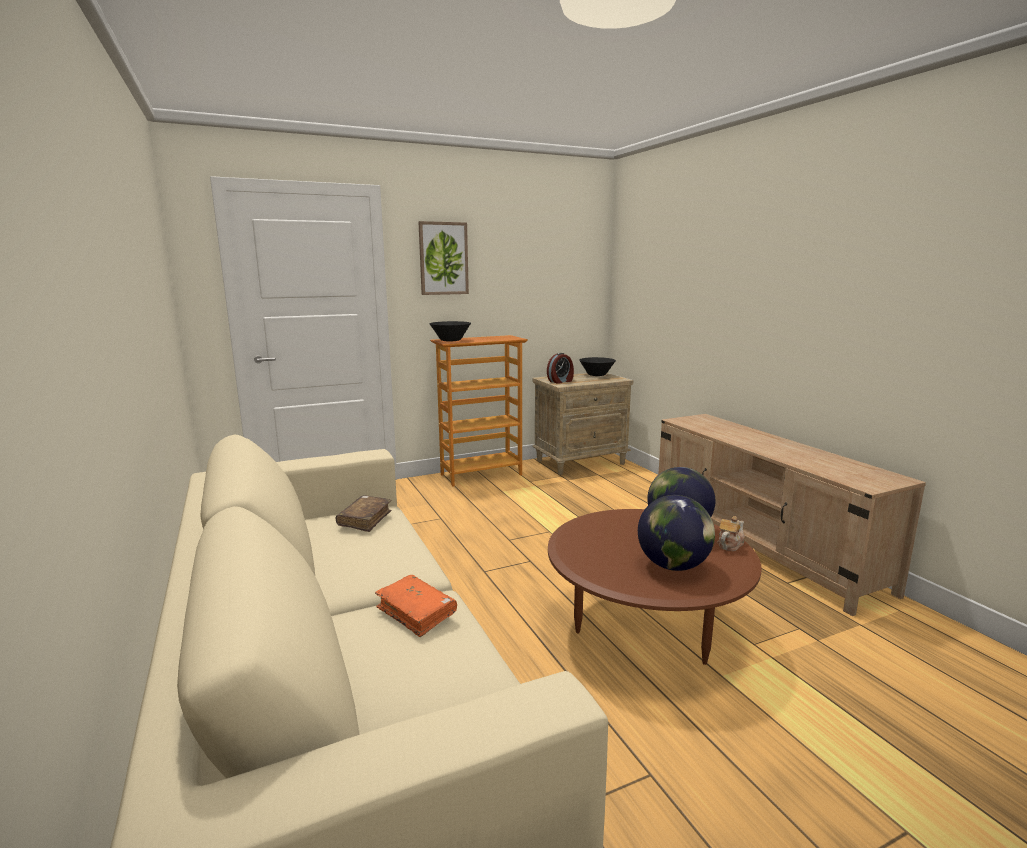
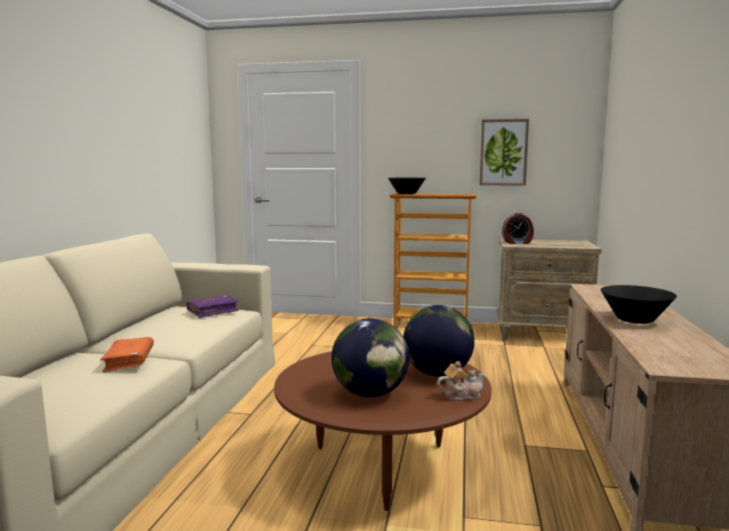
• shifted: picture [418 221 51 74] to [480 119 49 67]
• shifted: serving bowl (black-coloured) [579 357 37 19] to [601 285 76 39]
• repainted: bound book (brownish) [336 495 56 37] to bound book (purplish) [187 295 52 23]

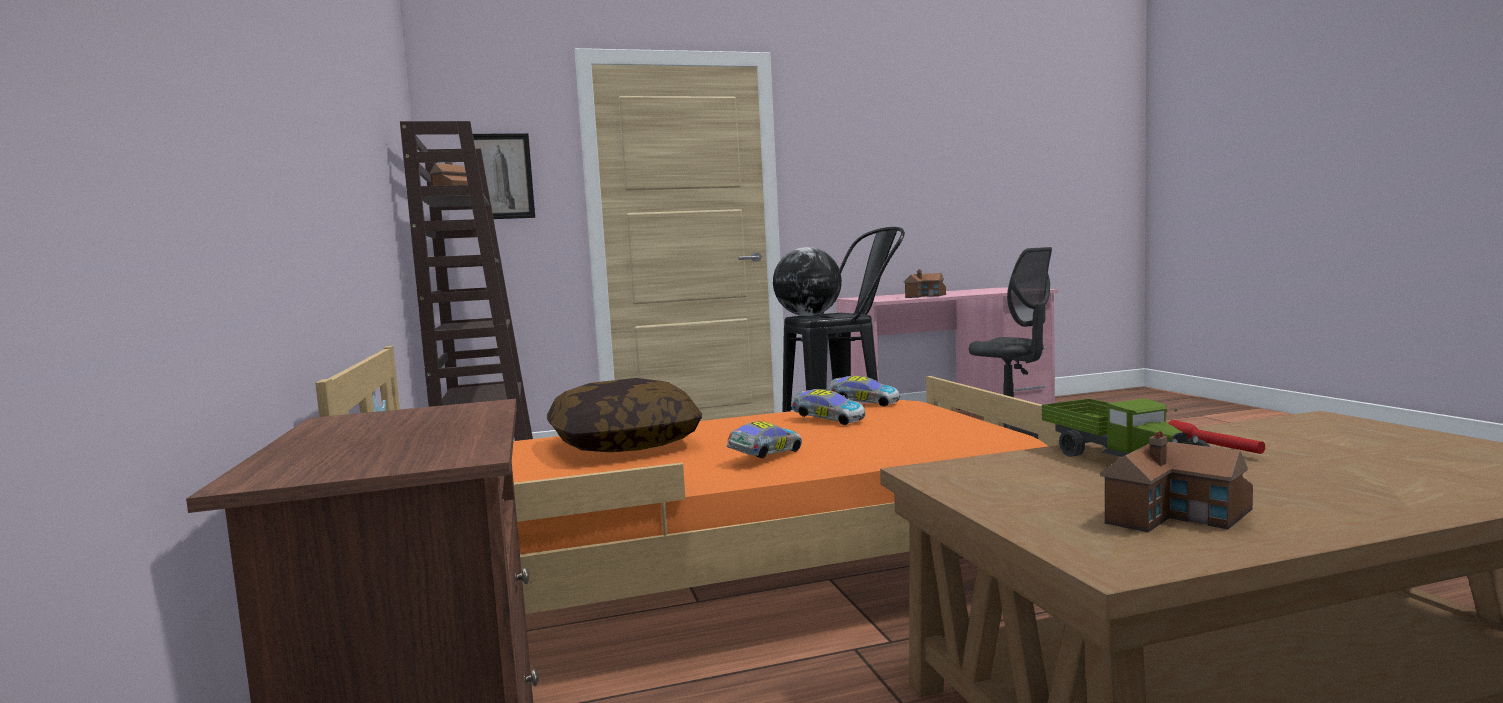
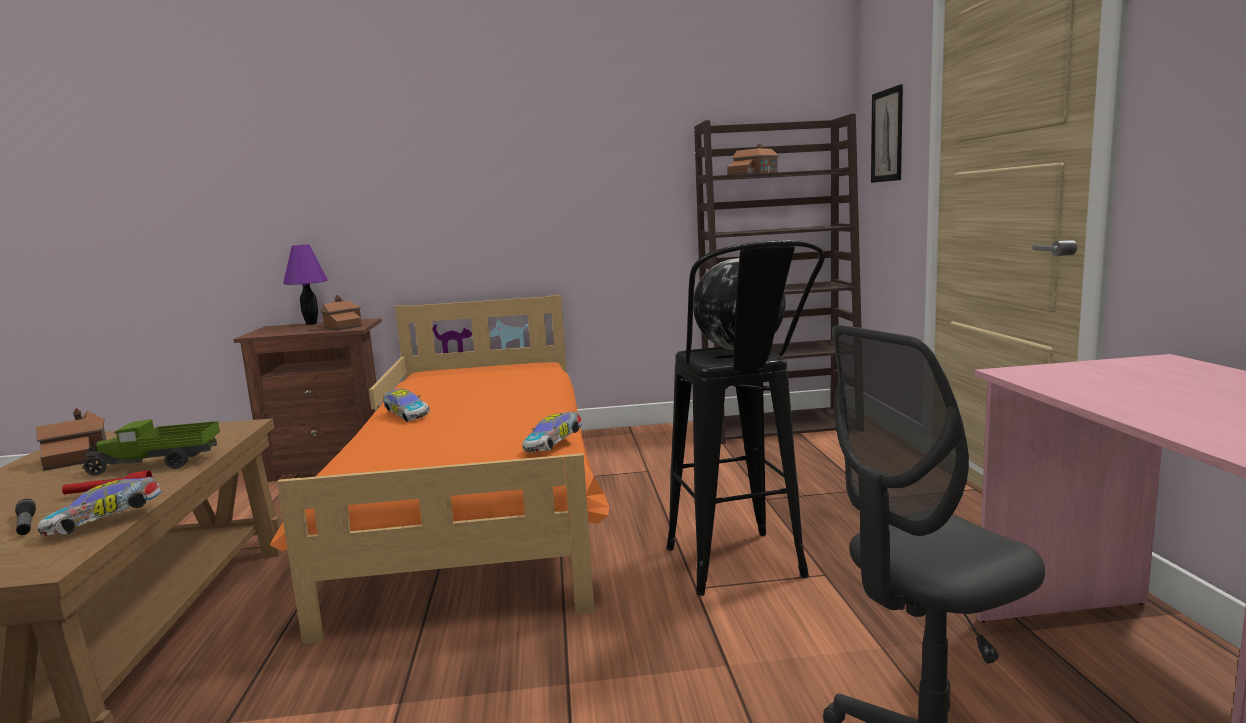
• gone: pillow [547 378 155 74]
• new: hand torch [15 499 21 36]
• new: table lamp (purplish) [283 245 45 80]
• shifted: toy car [791 389 74 36] to [38 477 124 59]
• shifted: model house [904 269 42 29] to [320 295 42 36]

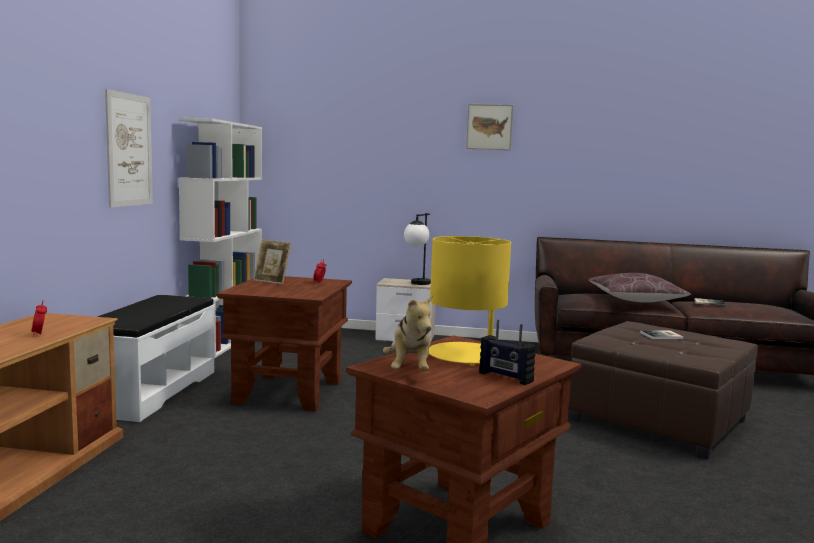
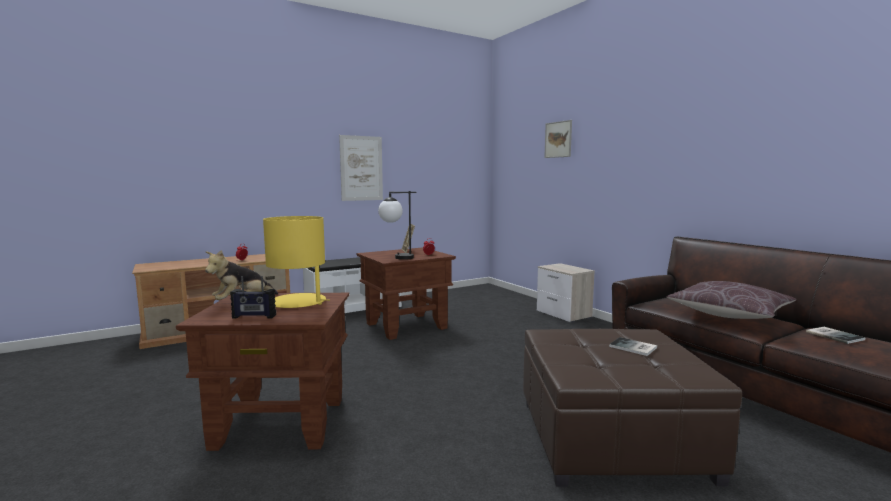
• gone: bookcase (white) [178 118 84 240]
• shifted: table lamp [404 213 27 72] to [378 191 39 69]
• shifted: picture [466 104 47 46] to [544 120 28 38]
• rotated: radio receiver [479 320 57 65] = [230 276 46 43] 90 degrees counterclockwise

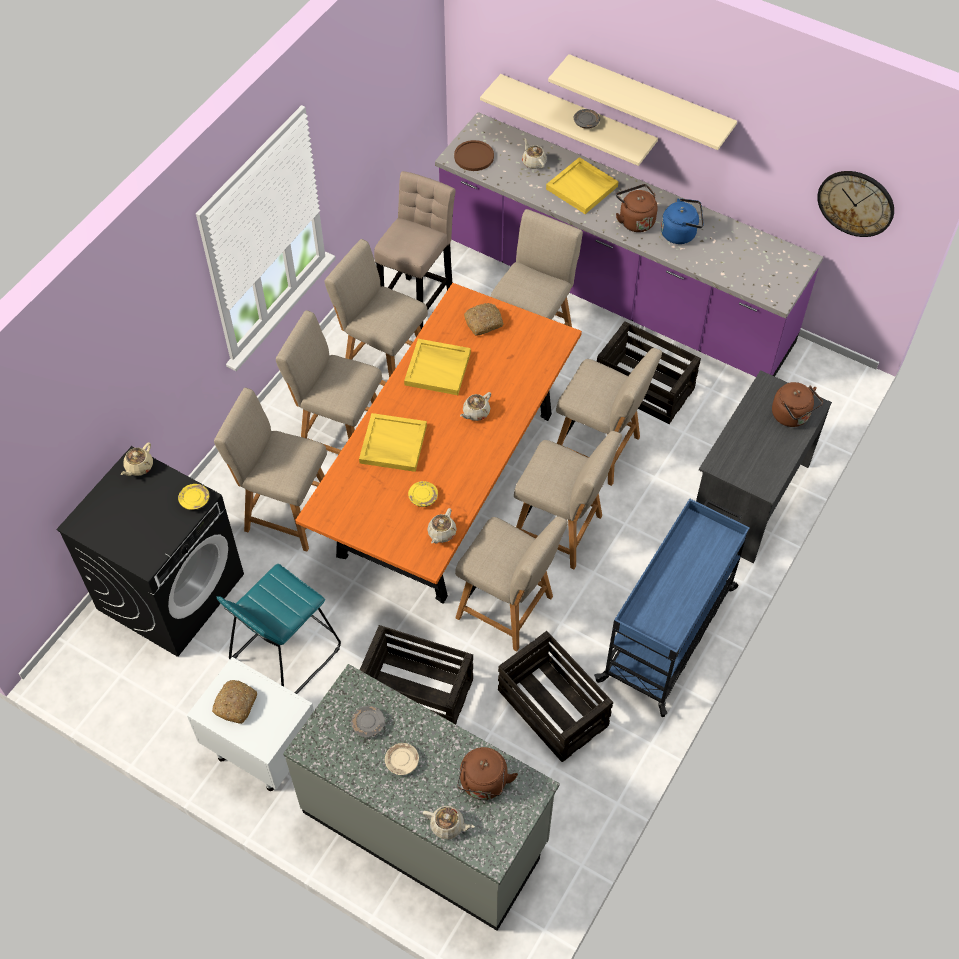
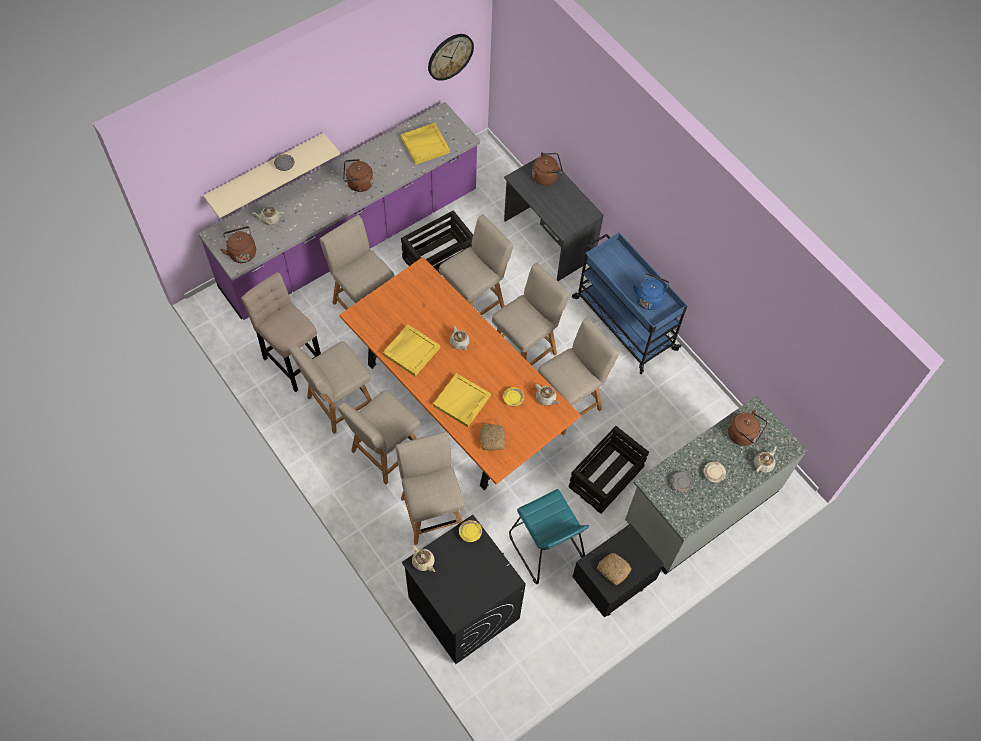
• gone: shipping crate [498 631 115 131]
• gone: bracket shelf (beige-coloured) [548 54 189 96]
• shifted: baked bread [464 303 40 33] to [480 424 26 27]
• shifted: tray (yellowish) [546 157 73 57] to [400 123 50 42]
• shifted: tea kettle (blue-coloured) [661 198 43 46] to [633 273 36 37]
• swapped: dinner plate (brownish) [454 140 40 31] to tea kettle (brownish) [220 226 36 37]
• repainted: nightstand (white) [187 657 127 134] to nightstand (black-coloured) [572 523 92 95]
• rotated: plain chair (beige-coloured) [214 388 113 164] = [396 432 68 113] 120 degrees clockwise

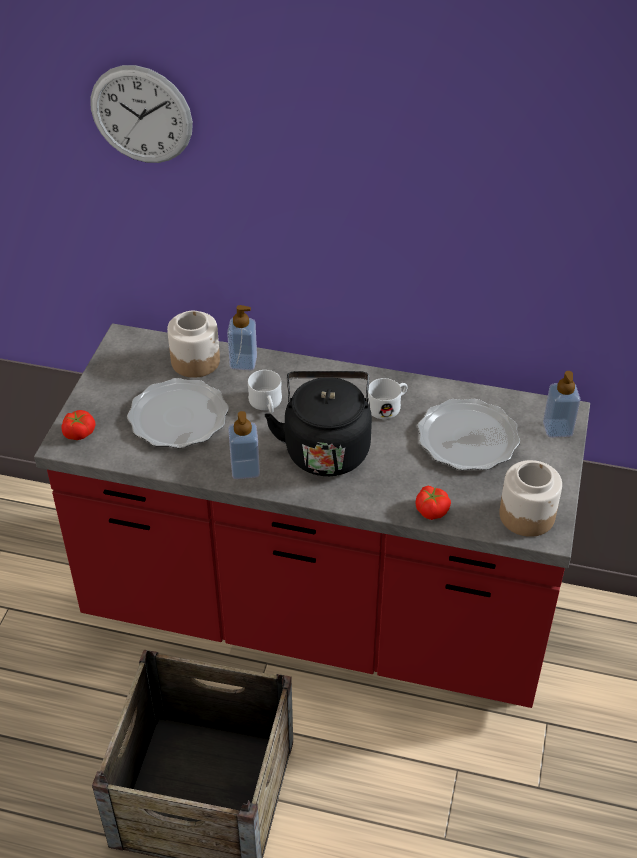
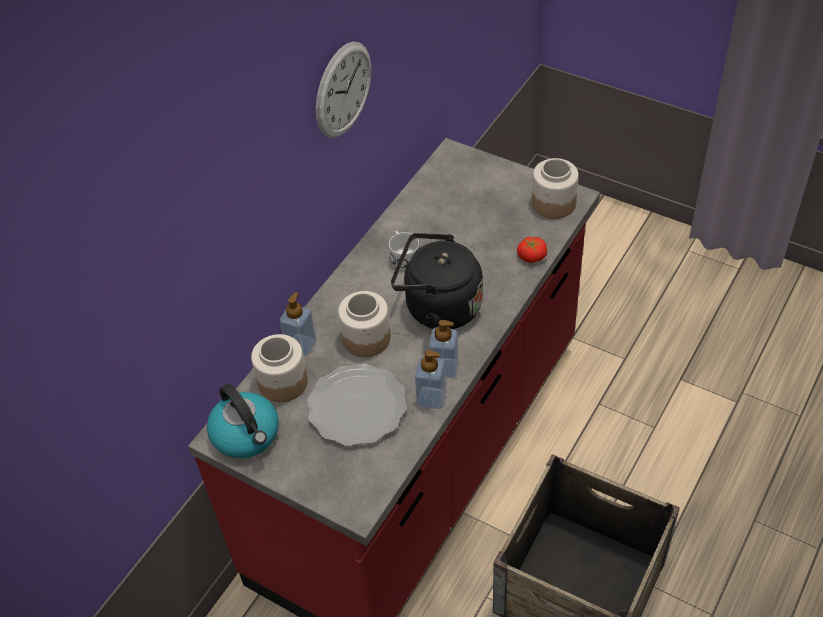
• gone: fresh tomato [61 410 34 30]
• gone: dinner plate [417 399 103 71]
• new: tea kettle [207 384 72 74]
• shifted: hanging clock [91 65 102 98] to [316 42 55 96]
• shifted: liquid soap bottle [543 371 37 67] to [415 350 31 59]
• swapped: mug (white) [248 370 34 43] to storage jar [338 291 53 66]

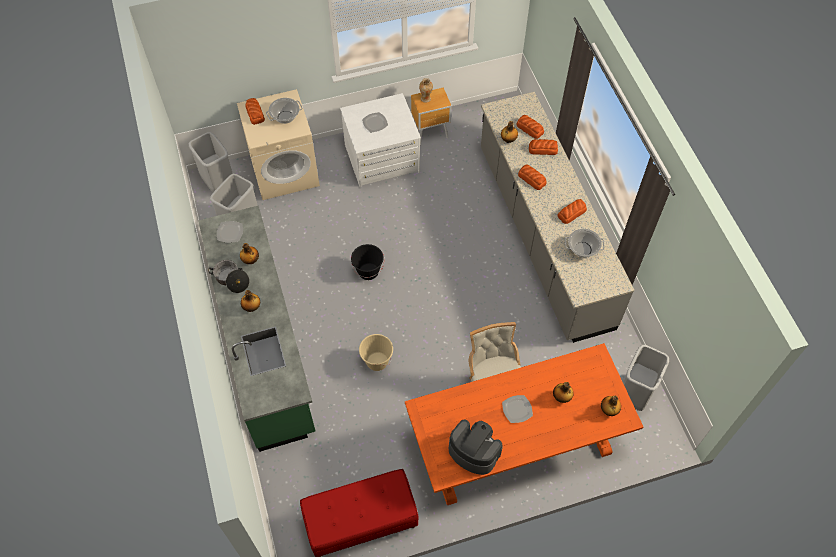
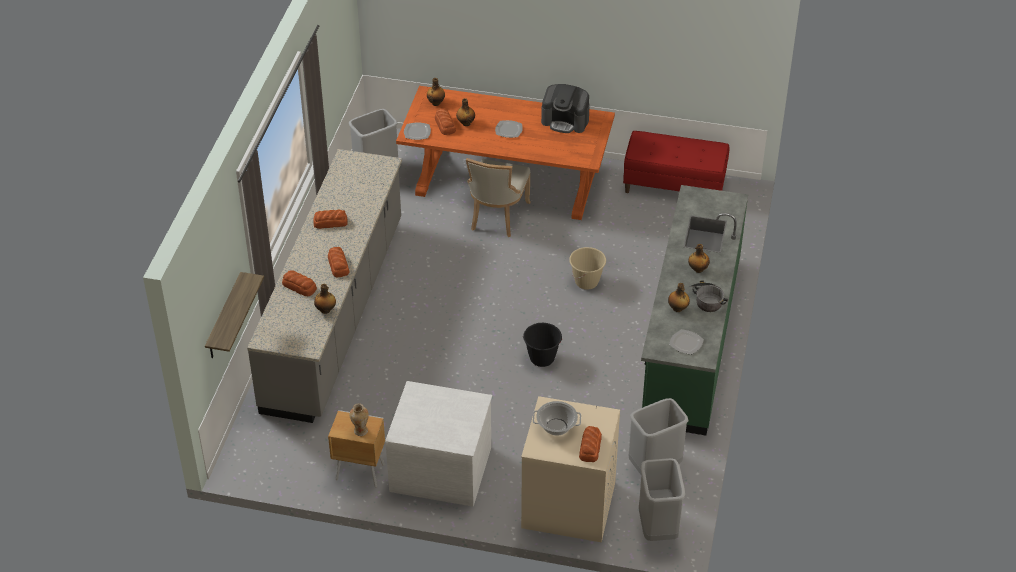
• gone: saucepot [565 229 39 29]
• new: bracket shelf [205 272 59 86]
• shifted: dinner plate [362 112 26 20] to [404 122 27 18]
• shifted: baked bread [516 115 28 24] to [435 108 21 27]
• rotated: coffee brewer [449 420 54 55] = [541 84 49 49] 45 degrees counterclockwise

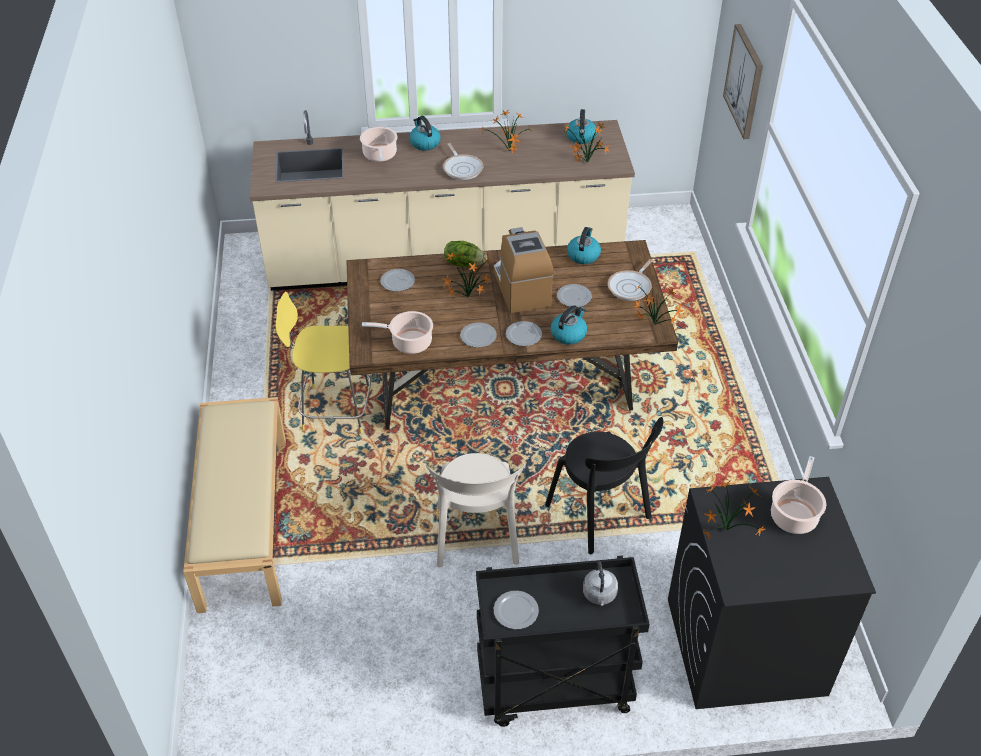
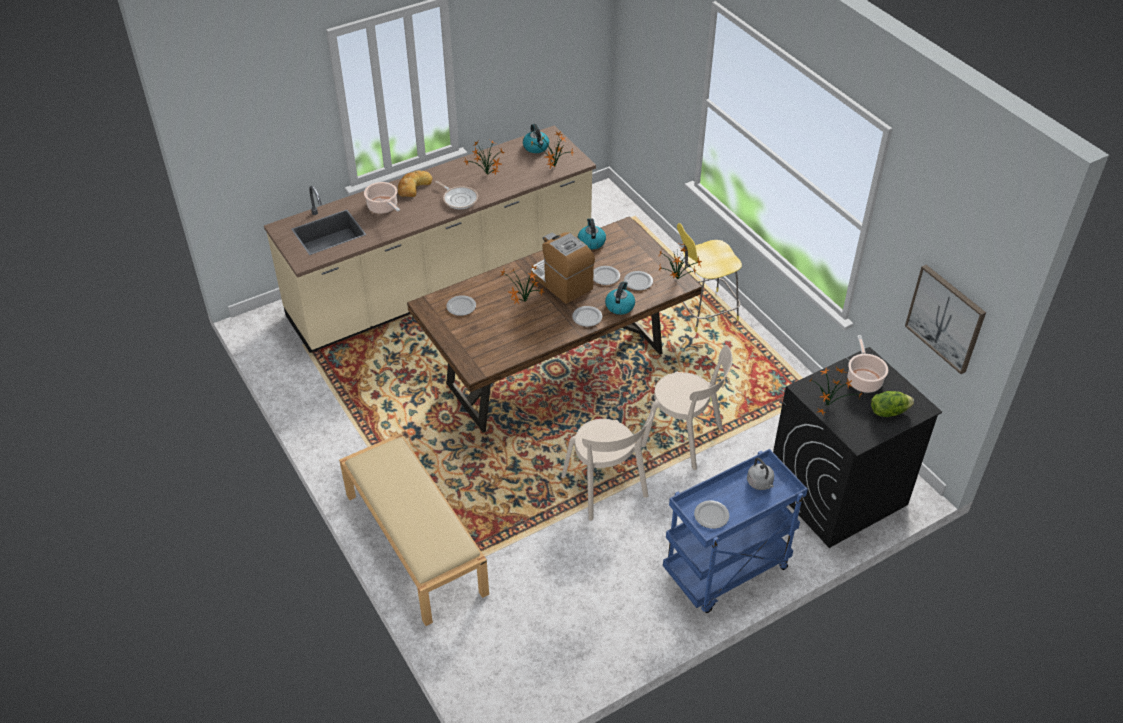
• gone: saucepot [362 311 71 43]
• gone: pan [608 259 45 42]
• shifted: stool (yellowish) [275 291 96 142] to [677 223 65 109]
• shifted: head of lettuce [444 241 43 26] to [871 391 43 26]
• shifted: dinner plate [460 322 37 26] to [624 271 29 19]
• shifted: picture [723 24 40 115] to [905 265 81 109]
• swapped: tea kettle [409 116 32 35] to baked bread [398 170 34 27]
• repainted: trolley (black-coloured) [476 556 174 171] to trolley (blue-coloured) [663 449 145 164]
• repainted: plain chair (black-coloured) [545 417 118 137] to plain chair (beige-coloured) [641 345 91 125]

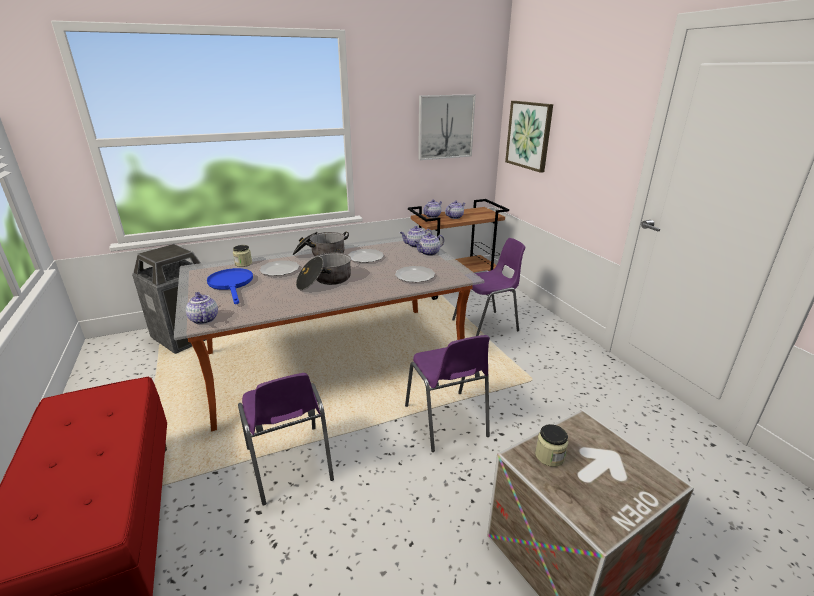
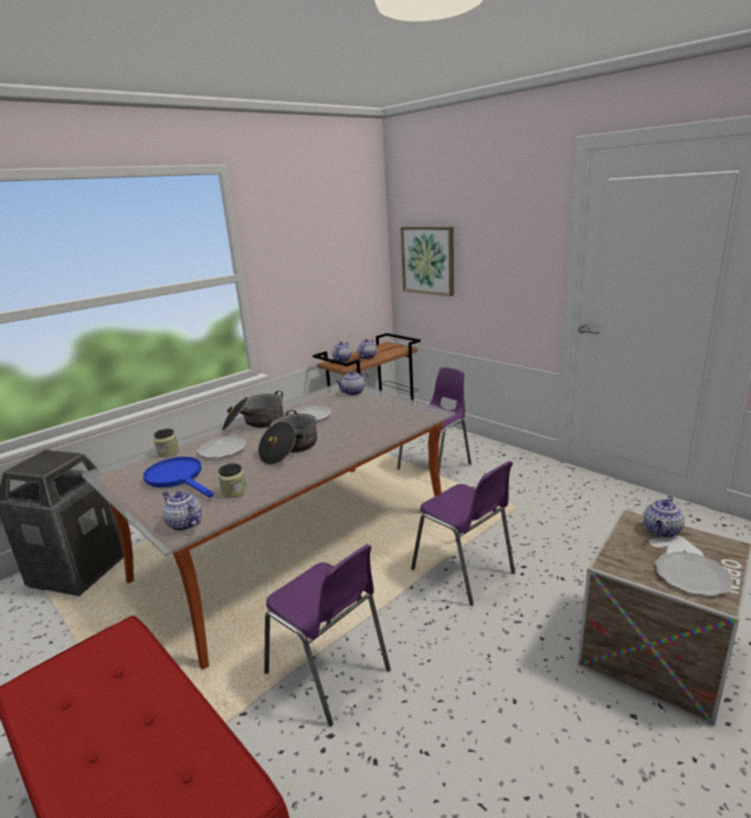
• gone: picture [418 94 58 66]
• shifted: dinner plate [395 266 40 16] to [655 551 78 45]
• shifted: pot for tea [414 233 30 23] to [643 496 42 42]
• shifted: storage jar [535 424 33 43] to [218 463 28 35]

